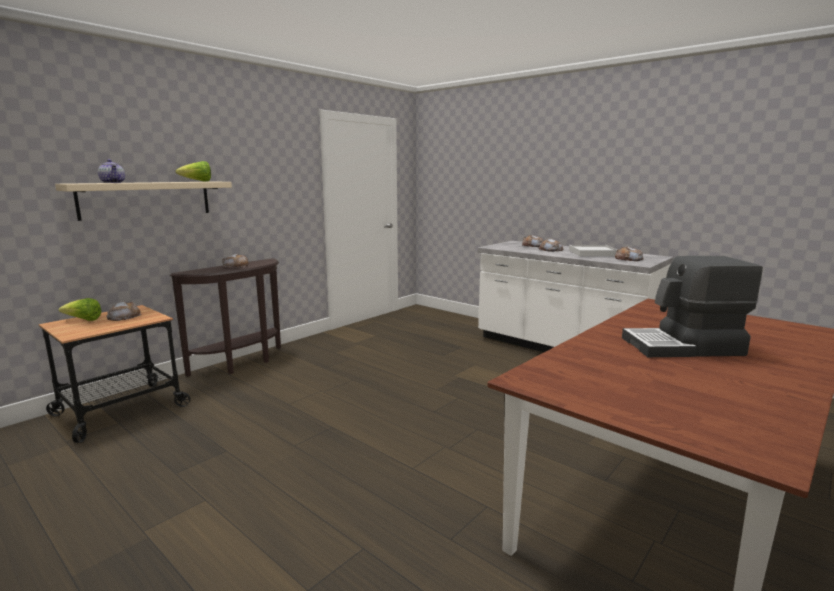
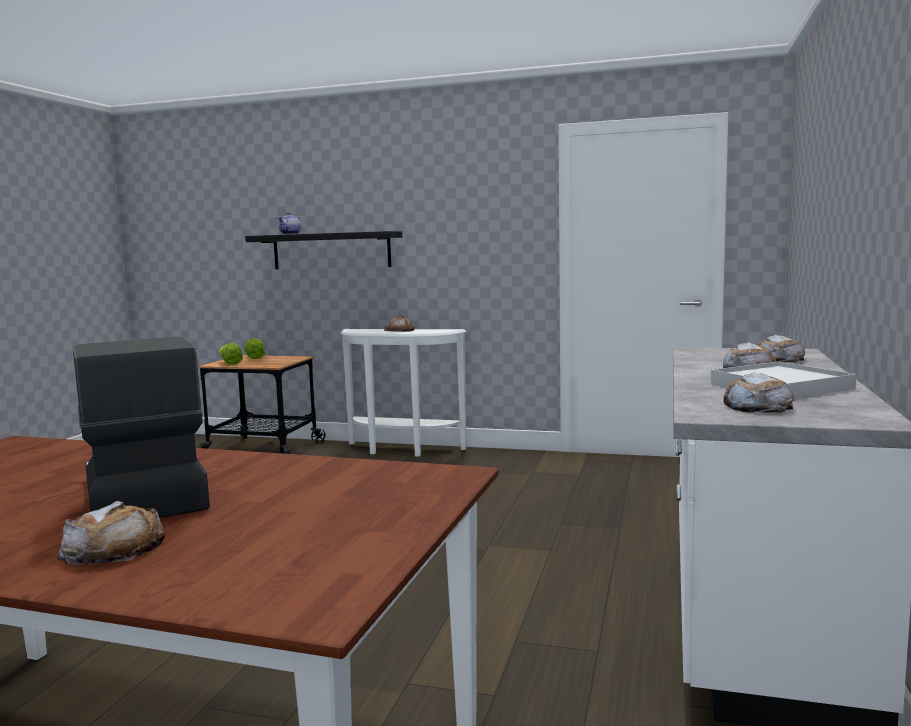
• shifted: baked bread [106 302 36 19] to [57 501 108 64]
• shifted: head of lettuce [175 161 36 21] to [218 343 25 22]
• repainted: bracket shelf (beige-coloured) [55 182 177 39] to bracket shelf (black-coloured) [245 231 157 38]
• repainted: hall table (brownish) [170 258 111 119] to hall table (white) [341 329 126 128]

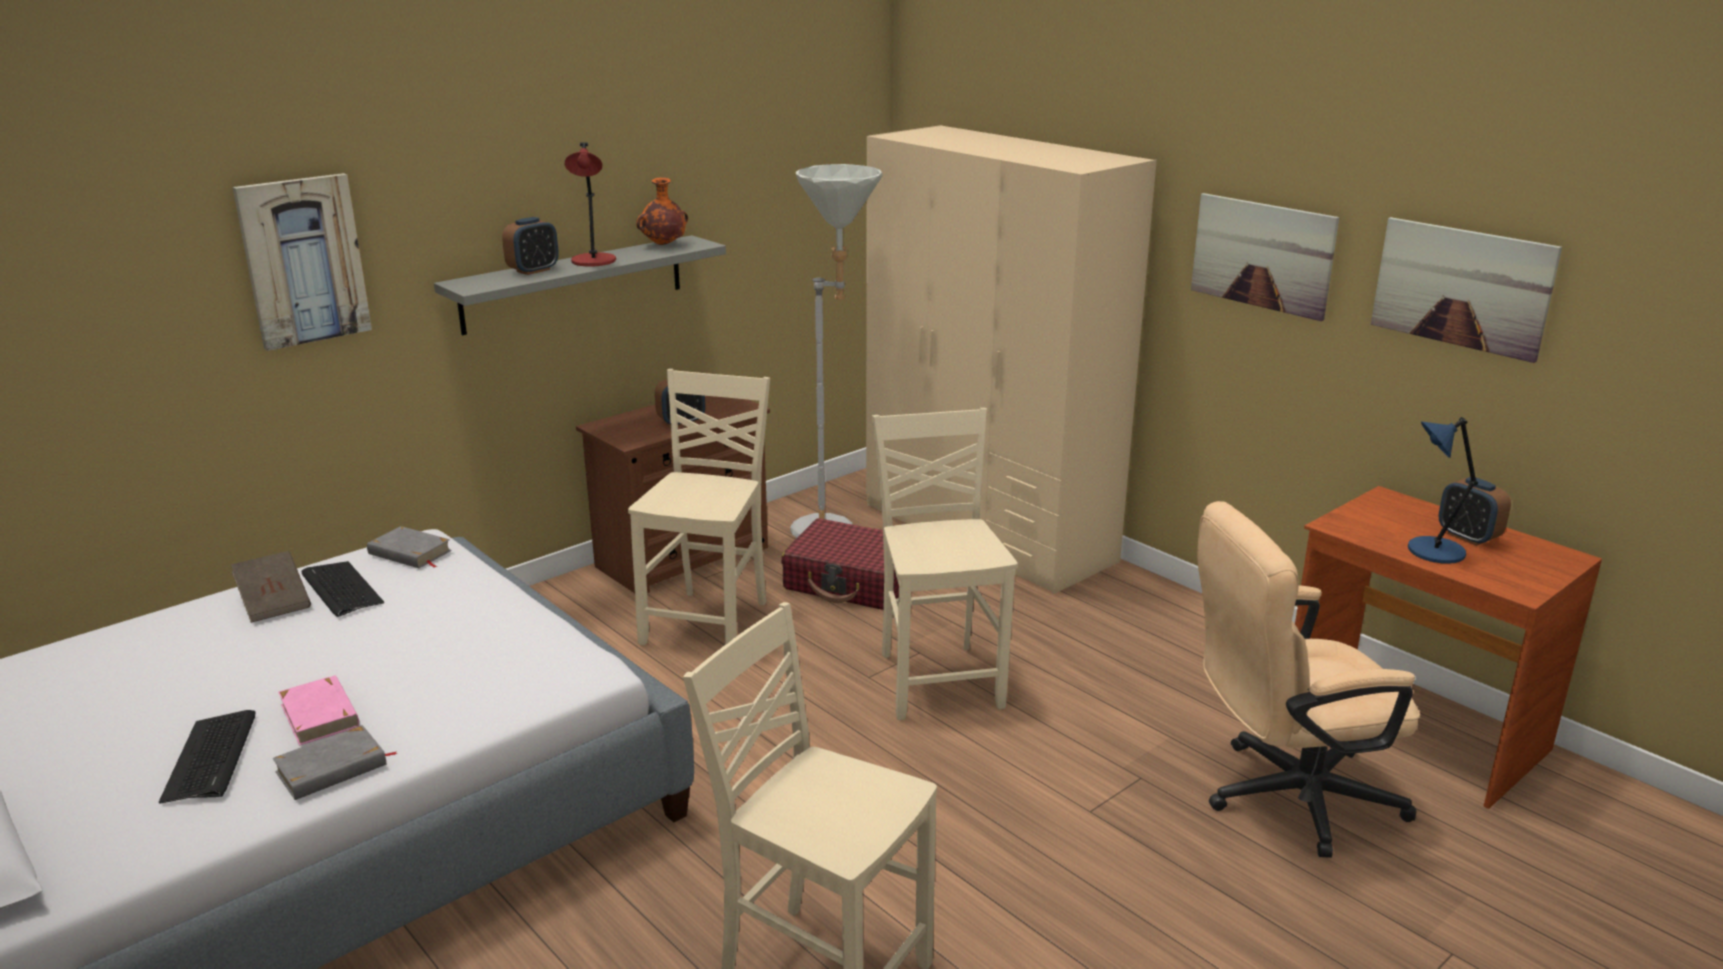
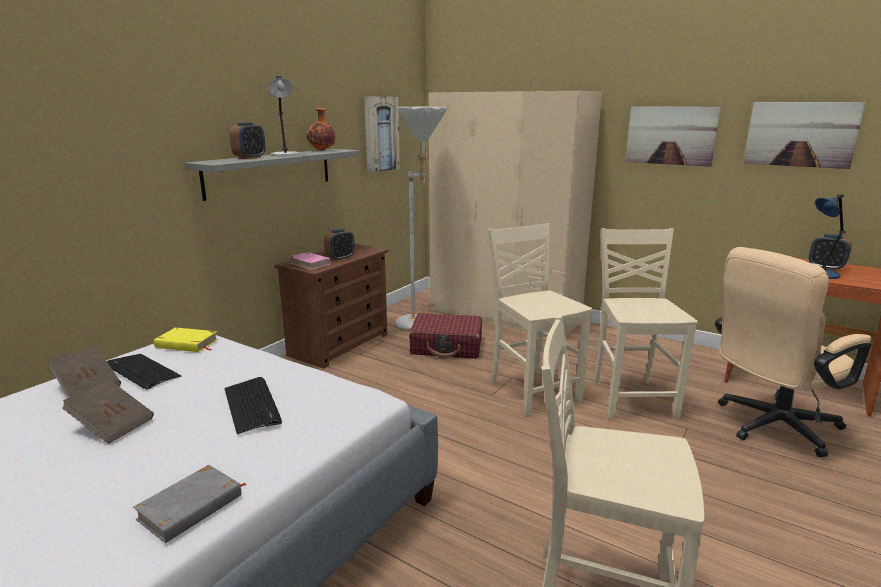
• new: bound book (brownish) [62 379 92 65]
• shifted: computer keyboard [159 710 97 94] to [224 377 58 57]
• shifted: picture [232 173 140 178] to [364 97 36 76]
• shifted: bound book (pink) [278 675 81 71] to [289 252 42 18]
• shifted: plain chair (beige-coloured) [628 369 142 277] to [593 228 105 192]
• repainted: bound book (greyish) [367 526 85 42] to bound book (yellowish) [154 327 64 25]
• repainted: table lamp (red-coloured) [565 142 51 125] to table lamp (greyish) [269 76 31 80]

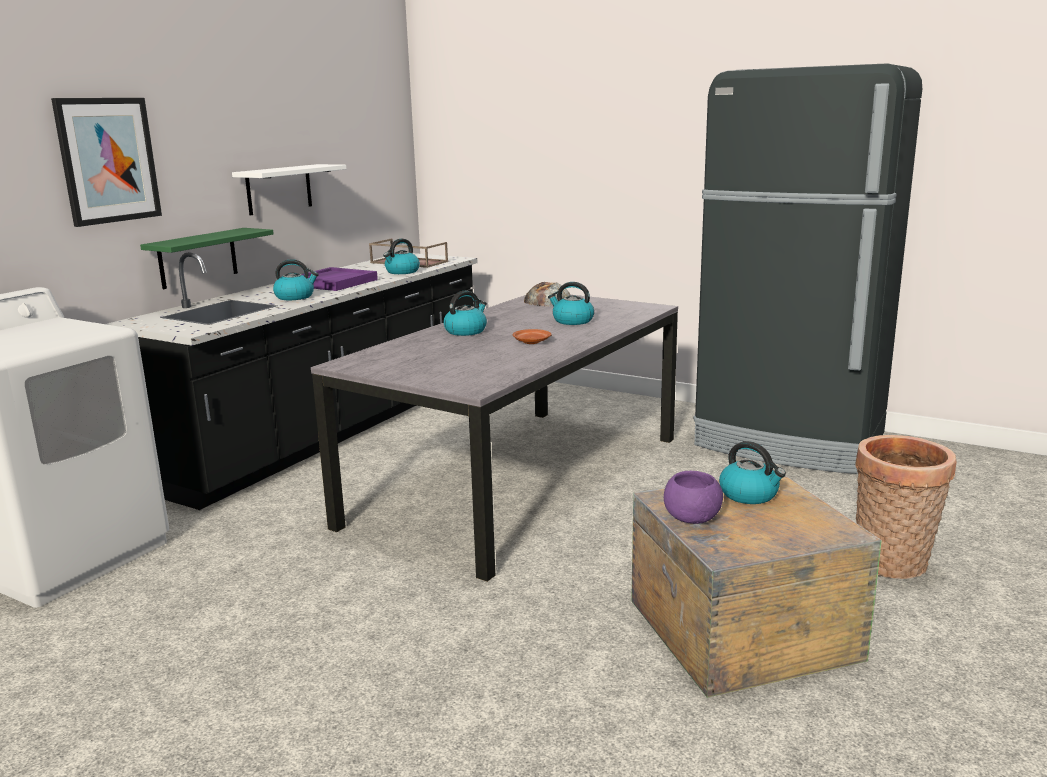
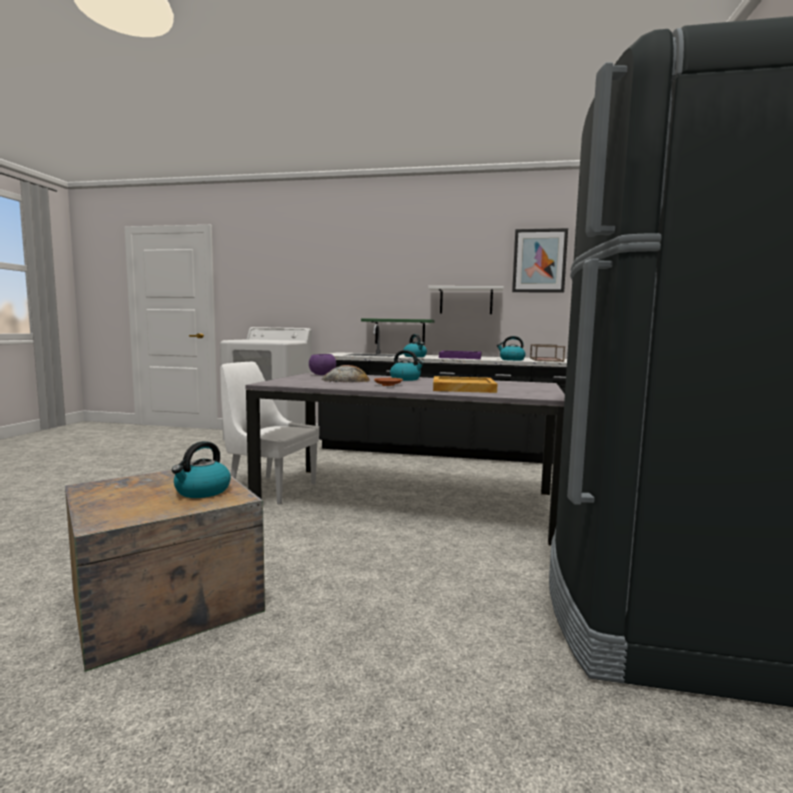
• gone: basket [855 435 102 144]
• new: plain chair (white) [220 362 99 142]
• shifted: picture [51 98 111 129] to [512 228 56 65]
• shifted: baked bread [524 282 47 24] to [322 365 48 17]
• shifted: serving bowl (purplish) [664 471 59 53] to [309 354 27 21]
• swapped: tea kettle [548 282 46 43] to tray (beige-coloured) [433 376 64 17]

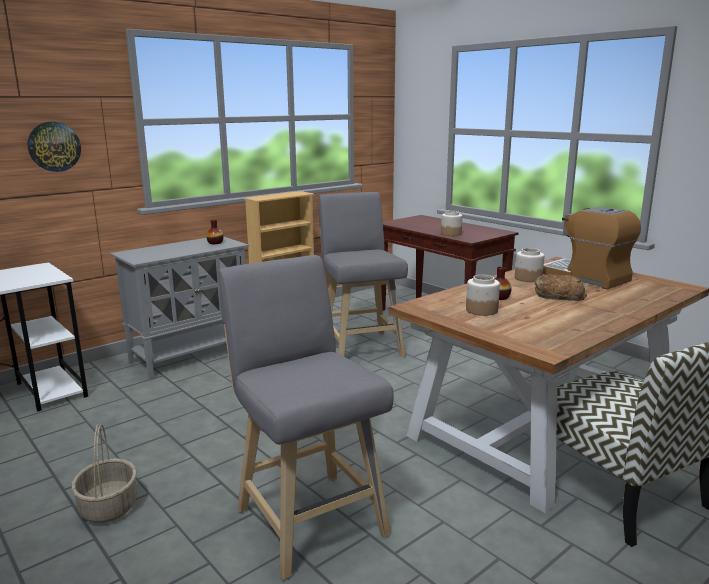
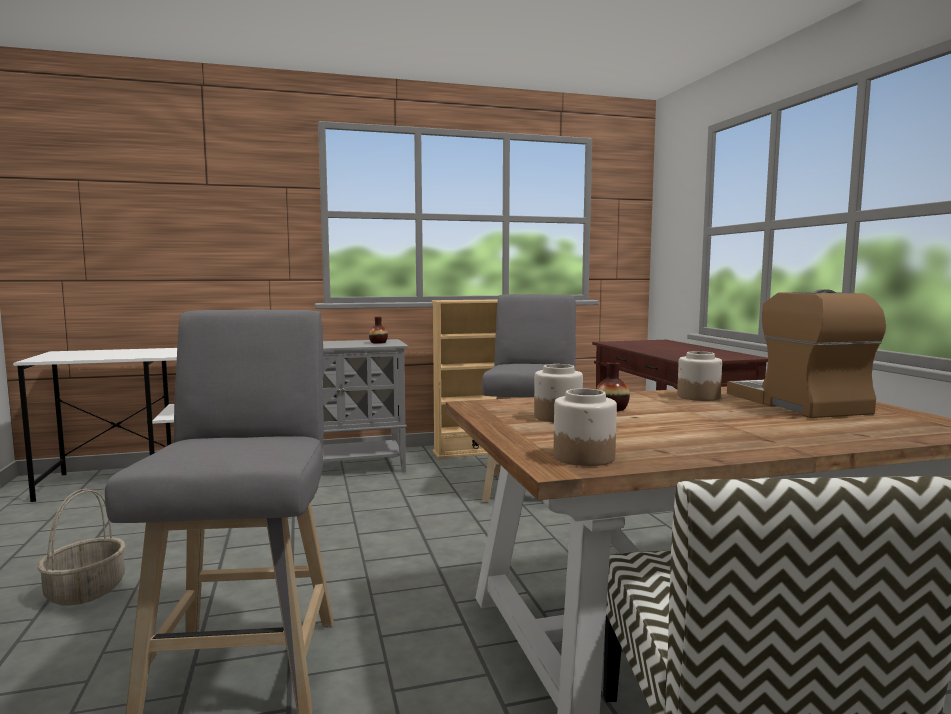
• gone: hanging clock [27 122 54 50]
• gone: baked bread [535 274 52 27]
• shifted: storage jar [441 211 21 25] to [554 389 63 77]

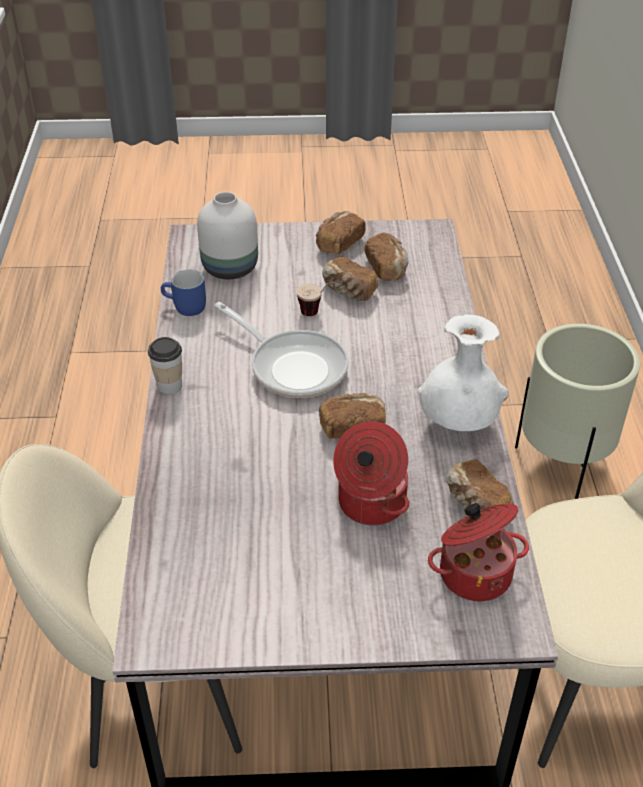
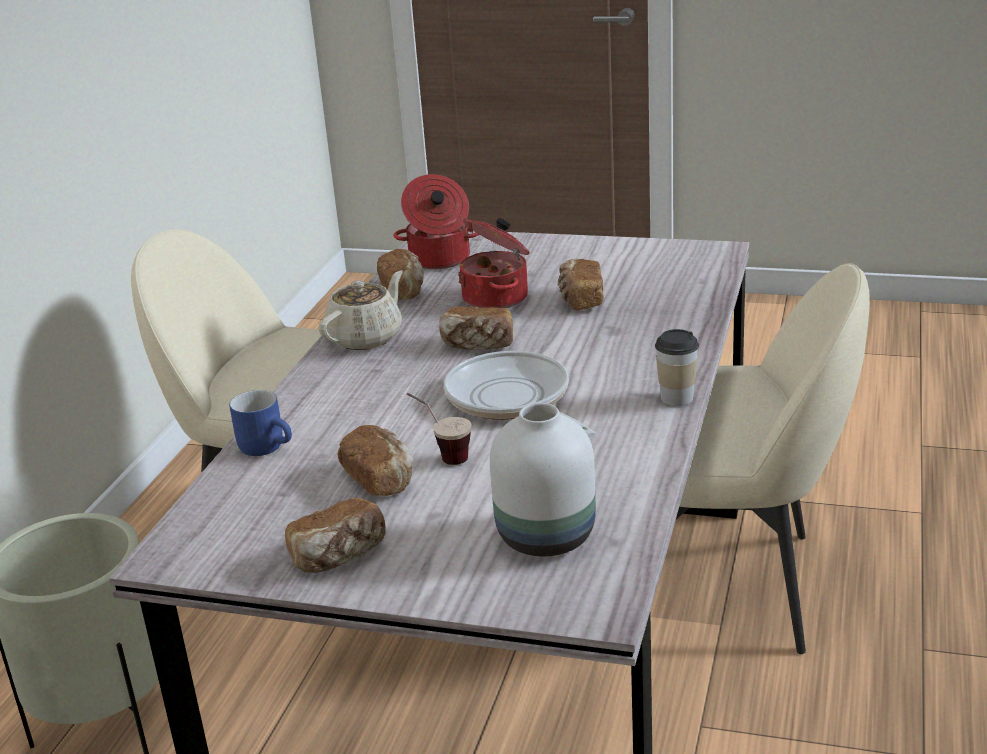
• shifted: mug (blue-coloured) [161 270 45 46] to [229 390 63 66]
• shifted: baked bread [364 233 45 48] to [558 259 46 52]
• swapped: decorative vase (white) [417 315 92 116] to pot for tea (beige-coloured) [318 270 85 80]

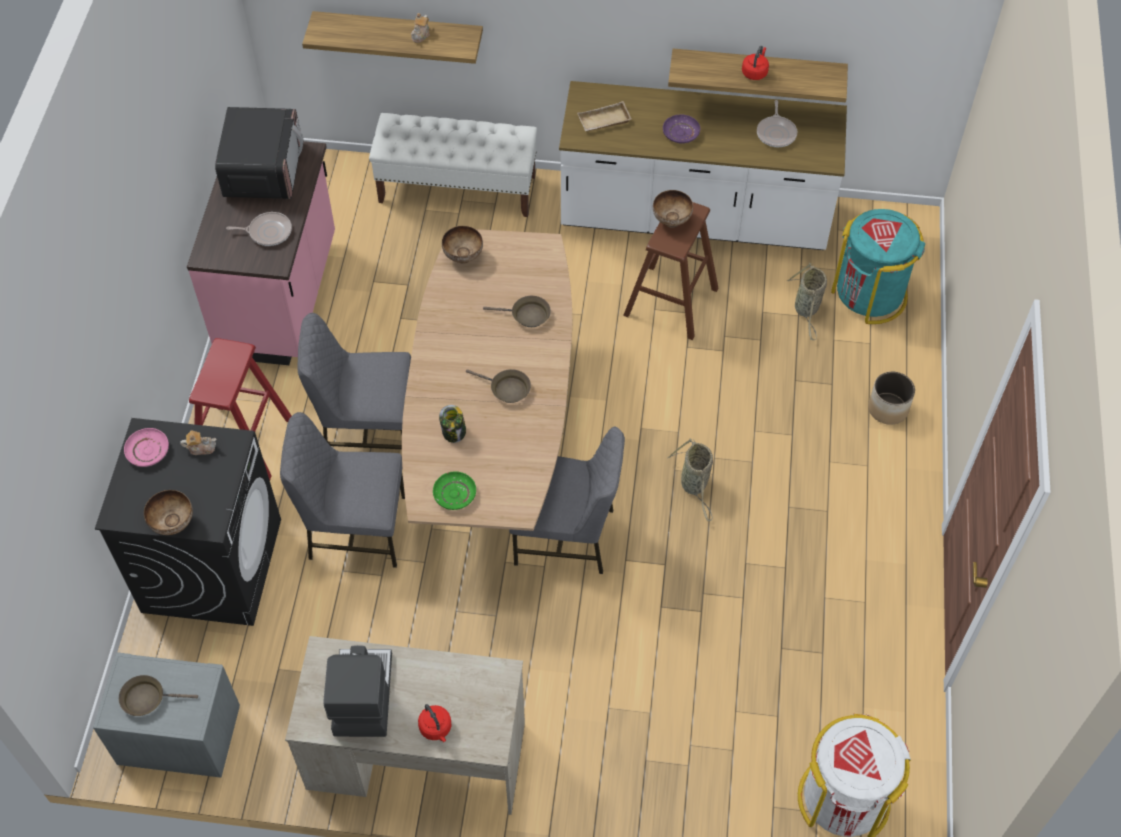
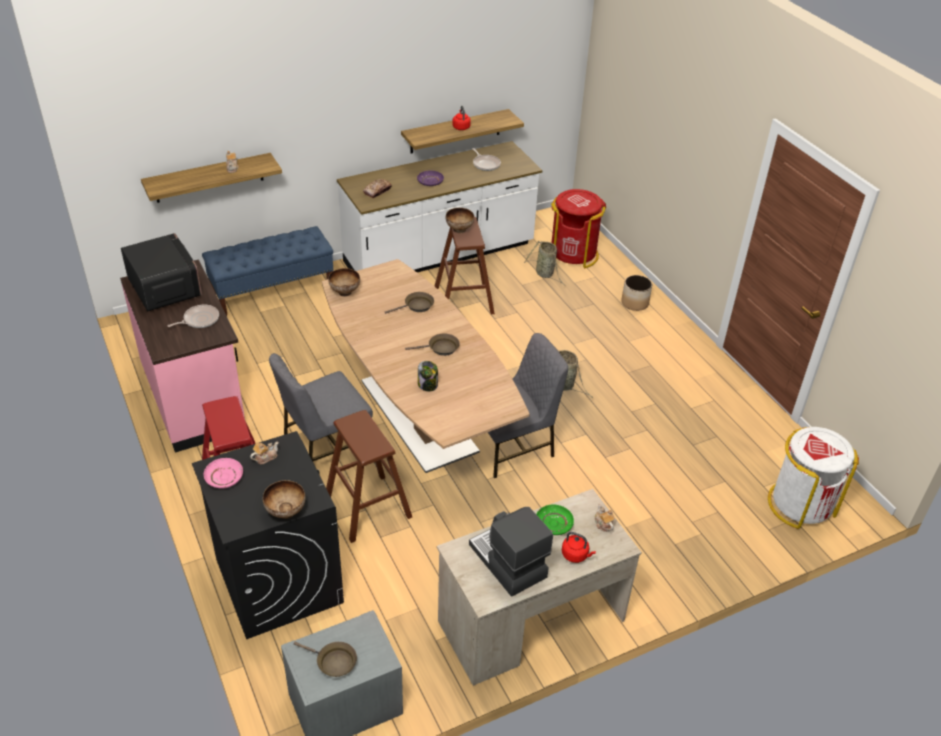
• new: pot for tea [595 504 20 28]
• shifted: dinner plate (green) [433 471 43 39] to [536 505 38 30]
• swapped: plain chair (greyish) [280 412 125 156] to stool (brownish) [326 410 86 133]
• swapped: tray (beige-coloured) [577 101 54 30] to baked bread [363 179 29 19]
• repainted: bench (white) [369 113 168 104] to bench (blue-coloured) [202 226 131 90]
• repainted: trash can (turquoise-coloured) [831 209 94 115] to trash can (red-coloured) [551 189 55 79]
• rotated: pan (brownish) [119 675 79 41] = [293 642 64 35] 120 degrees counterclockwise

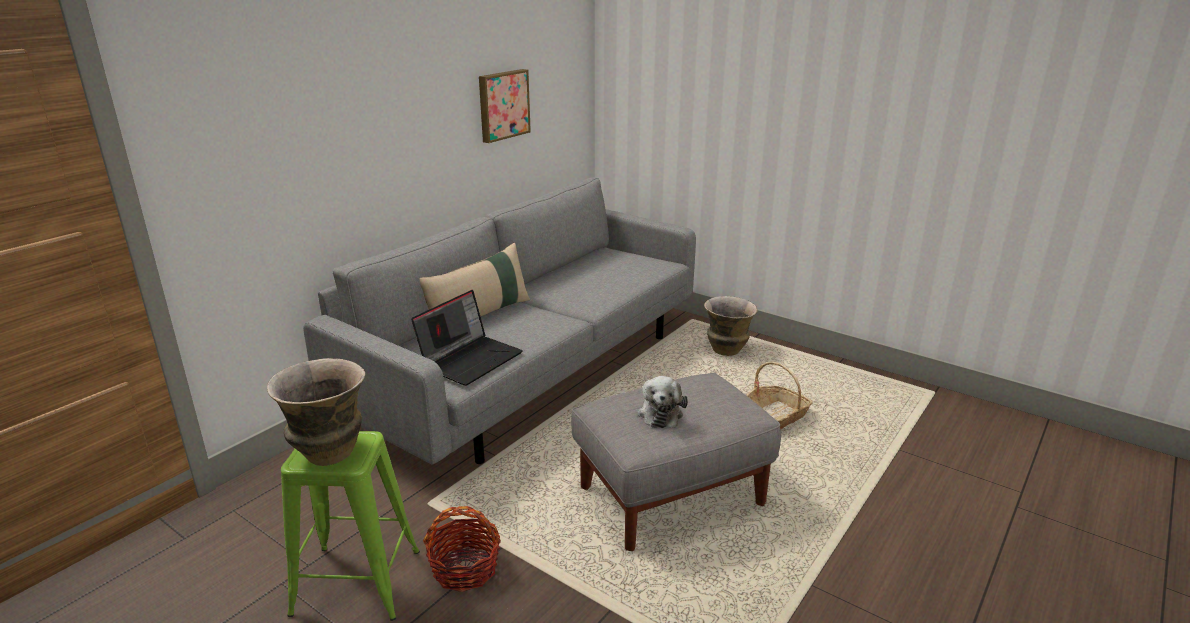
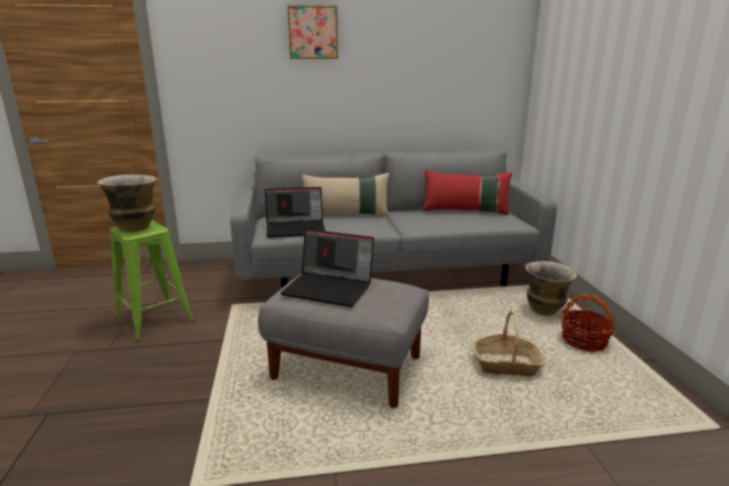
• new: pillow (red-coloured) [423 170 89 45]
• shifted: basket [423 506 78 86] to [561 294 54 58]
• shifted: picture [479 69 52 74] to [287 5 51 54]
• swapped: plush toy [637 376 51 52] to notebook computer [280 229 94 78]

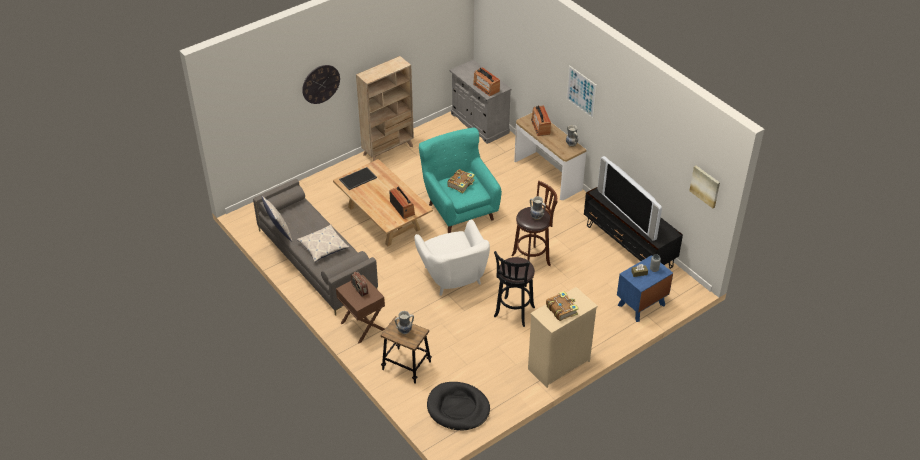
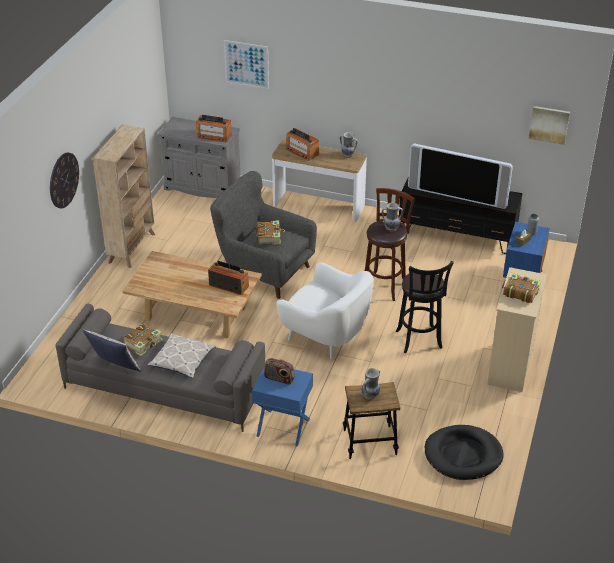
• gone: tray [339 167 38 23]
• new: bound book [123 323 40 33]
• shifted: picture [566 65 31 54] to [224 40 45 49]
• repainted: end table (brownish) [336 275 49 68] to end table (blue-coloured) [252 366 61 80]
• repainted: easy chair (turquoise-coloured) [419 127 83 106] to easy chair (greyish) [210 171 107 128]

